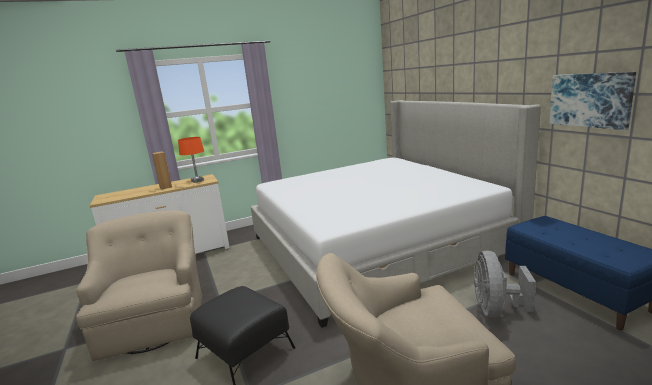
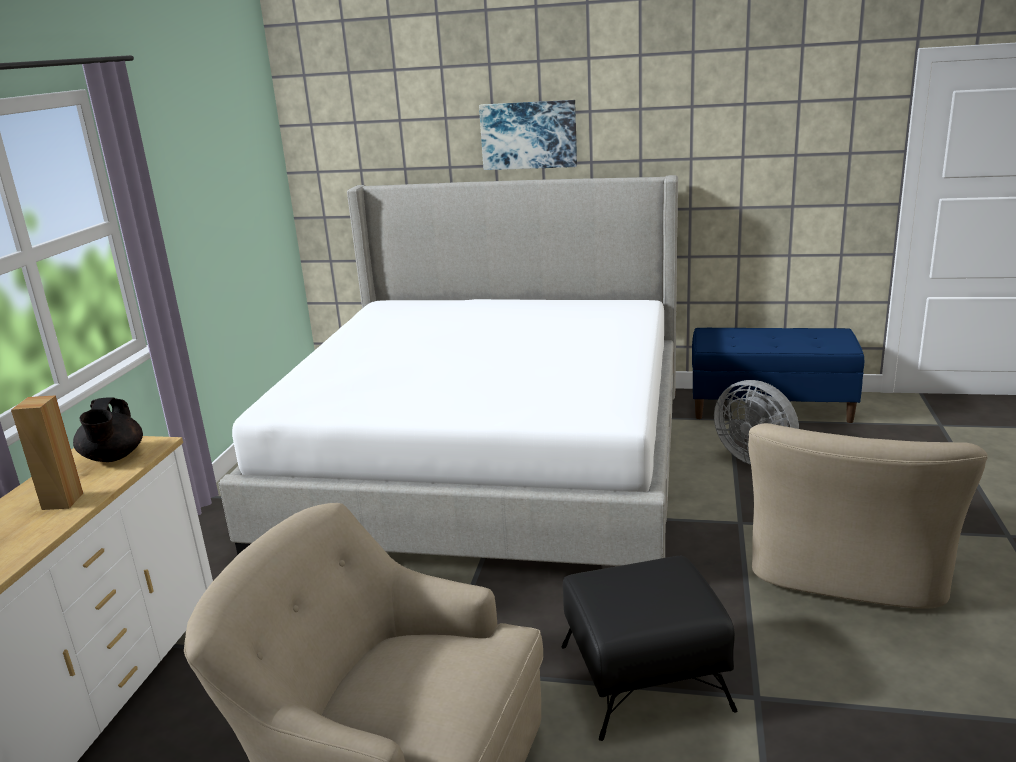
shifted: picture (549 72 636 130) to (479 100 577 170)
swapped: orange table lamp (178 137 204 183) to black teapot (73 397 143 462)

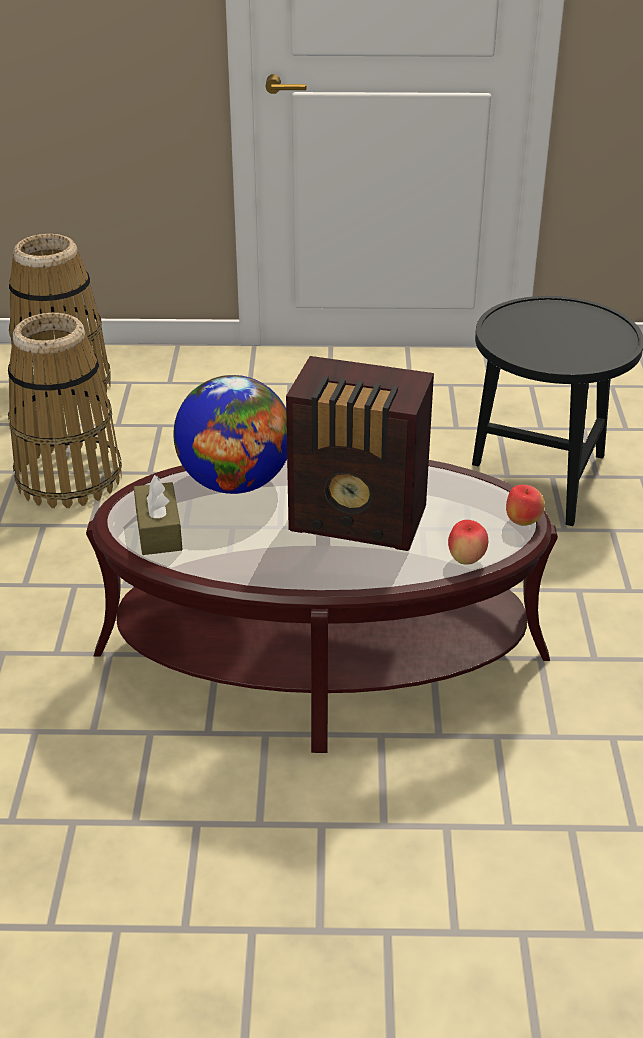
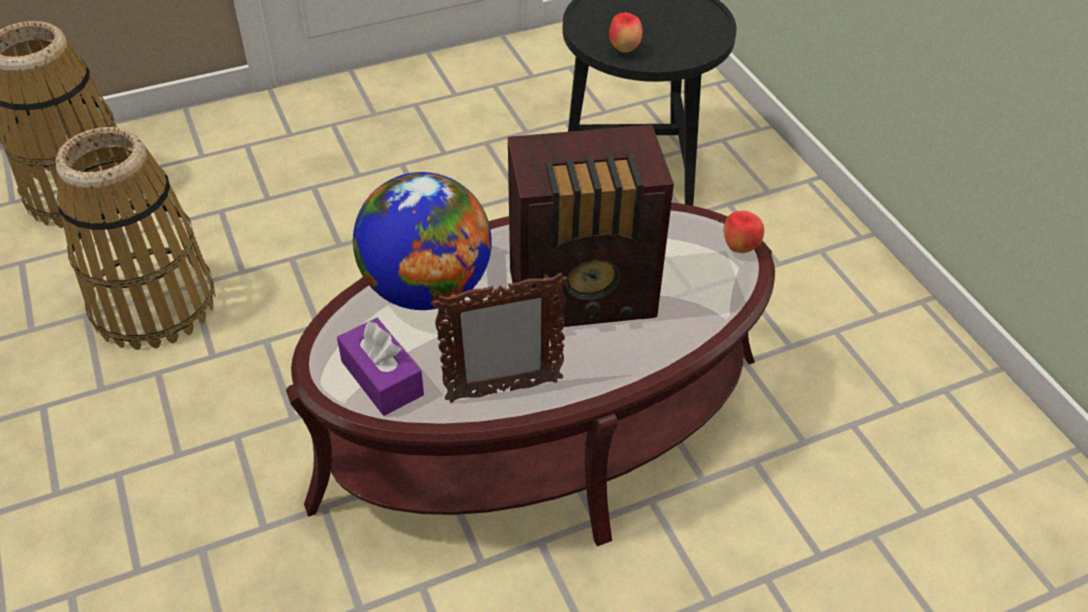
new: picture frame (433 273 567 403)
shifted: apple (448 520 488 565) to (609 13 642 53)
repainted: brown tissue box (134 475 182 555) to purple tissue box (337 318 424 416)

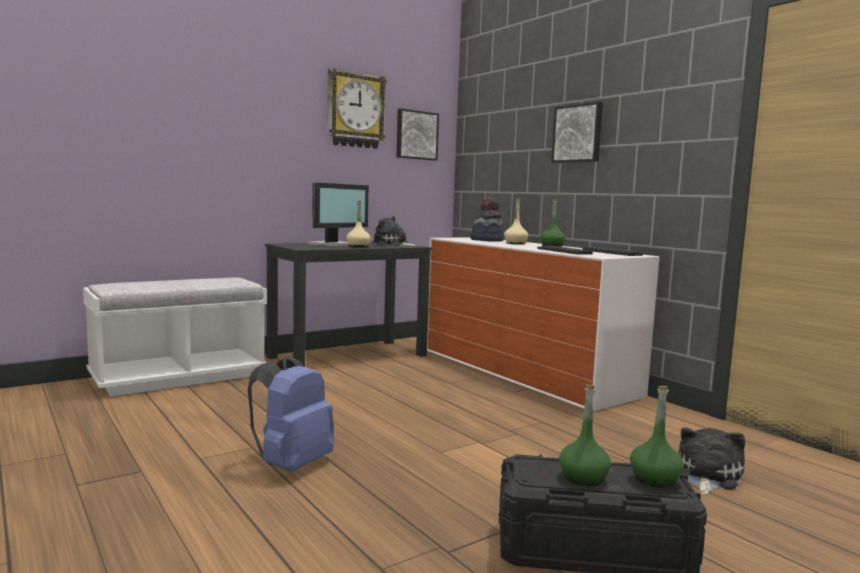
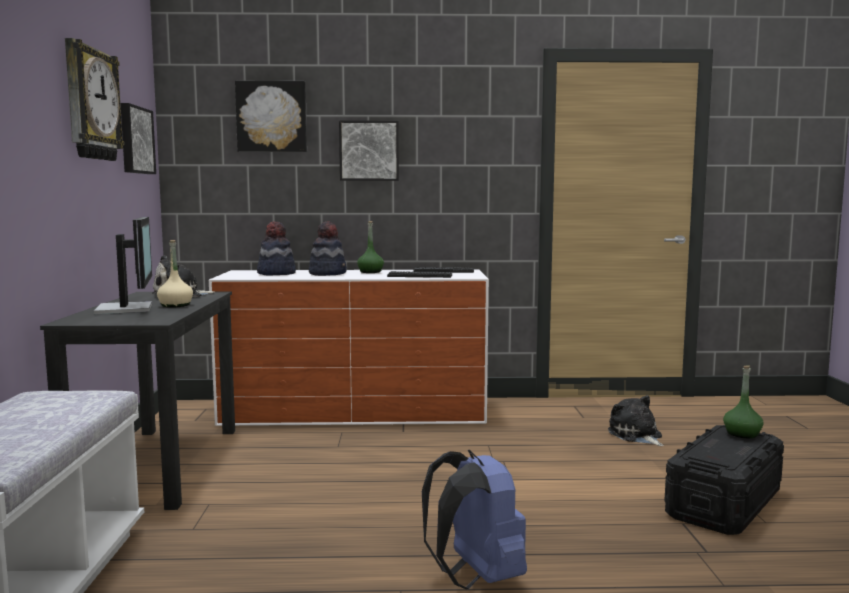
gone: green bottle (559 385 611 486)
new: picture (235 81 307 152)
swapped: beige bottle (504 197 528 245) to hat (309 222 347 276)

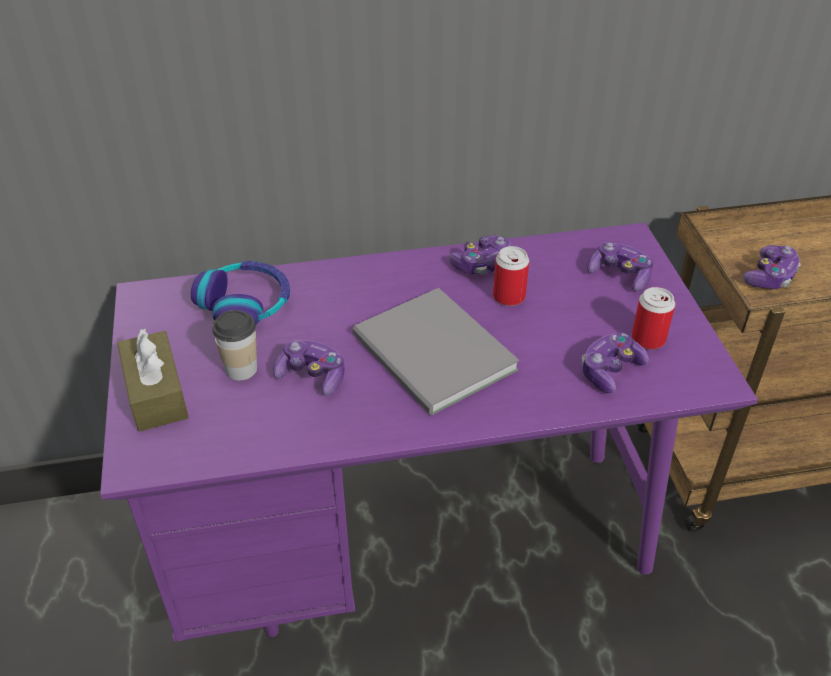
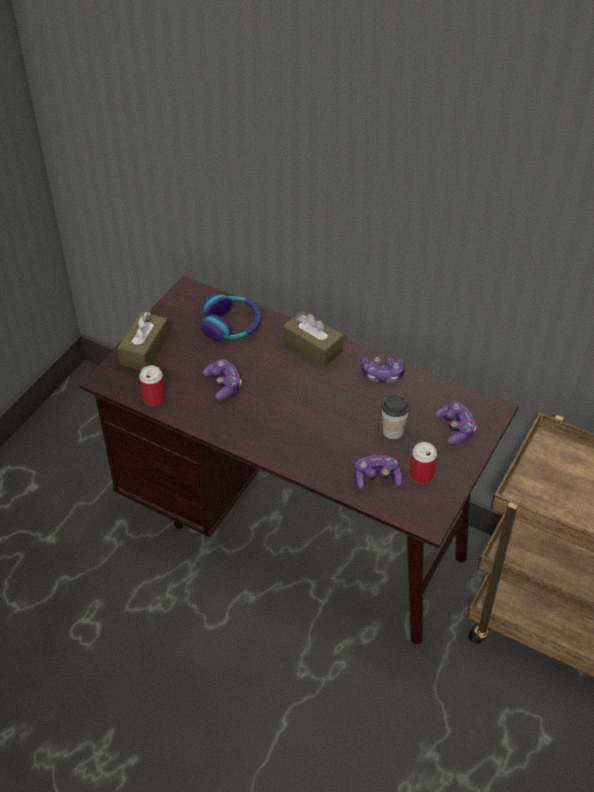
gone: game controller (743 245 801 289); grey book (353 288 519 415)
new: brown tissue box (283 311 344 367)
shifted: can (493 246 529 306) to (139 365 165 405); cup (212 310 257 380) to (382 395 410 439)
repainted: purple desk (100 223 758 642) to brown desk (79 276 518 645)

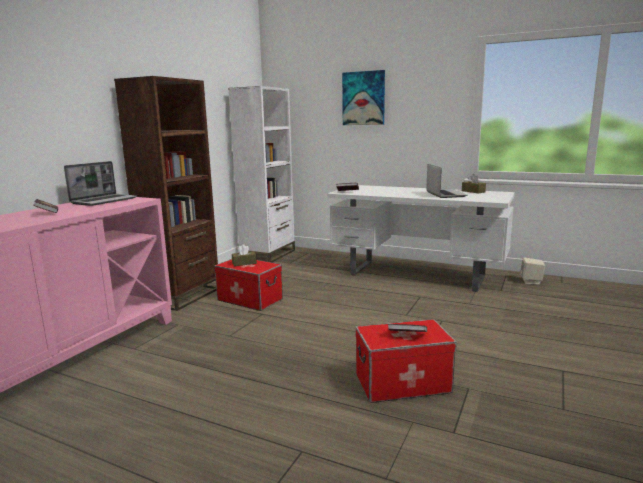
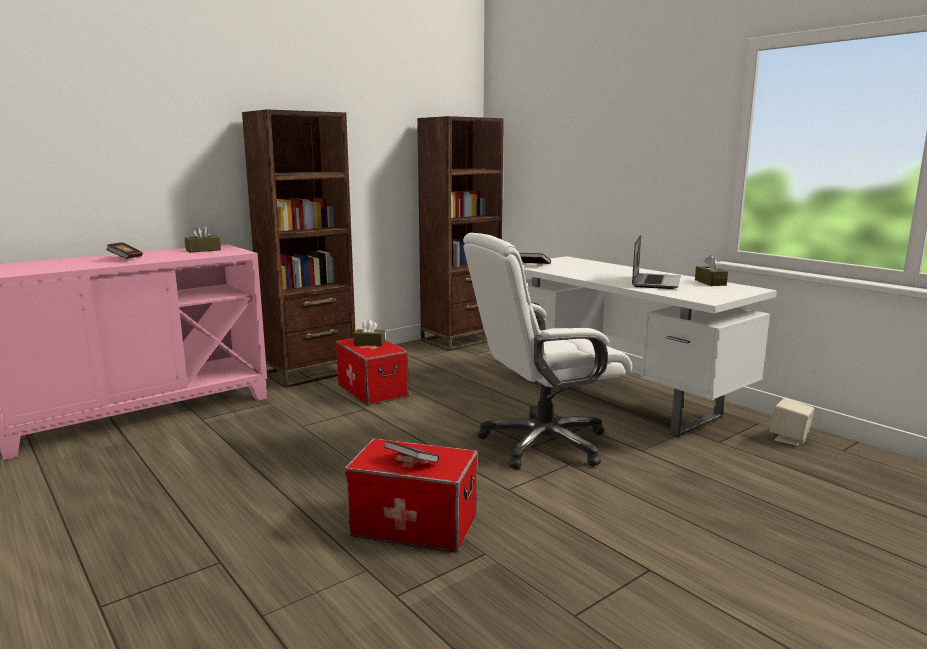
gone: picture (342 70 385 125)
new: white office chair (463 233 632 469)
swapped: laptop (64 161 137 206) to brown tissue box (185 224 221 253)
repainted: white bookcase (228 86 295 262) to brown bookcase (417 116 504 351)

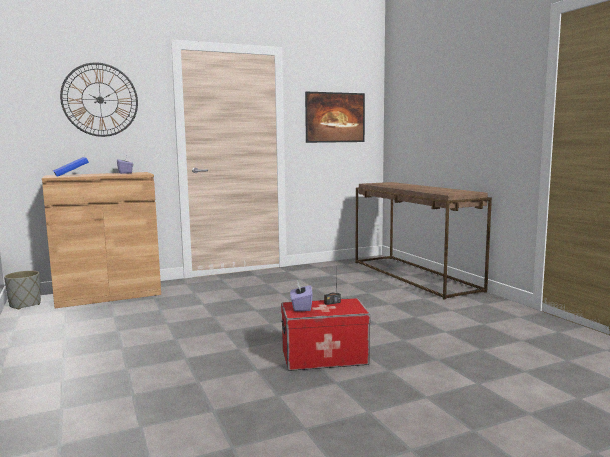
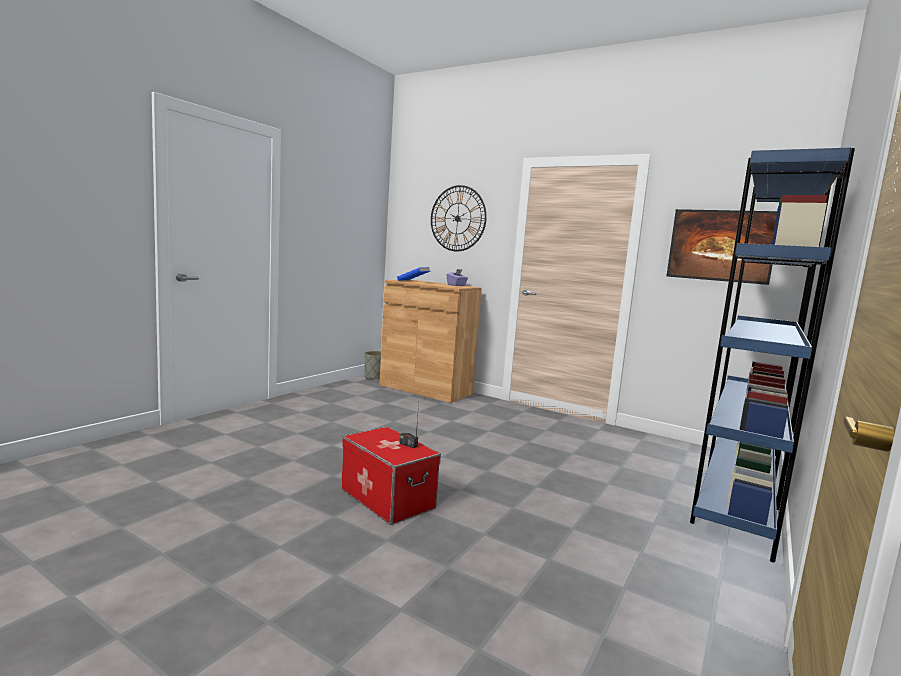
gone: purple tissue box (290 282 313 311)
swapped: brown console table (356 182 492 300) to blue bookcase (690 147 855 563)

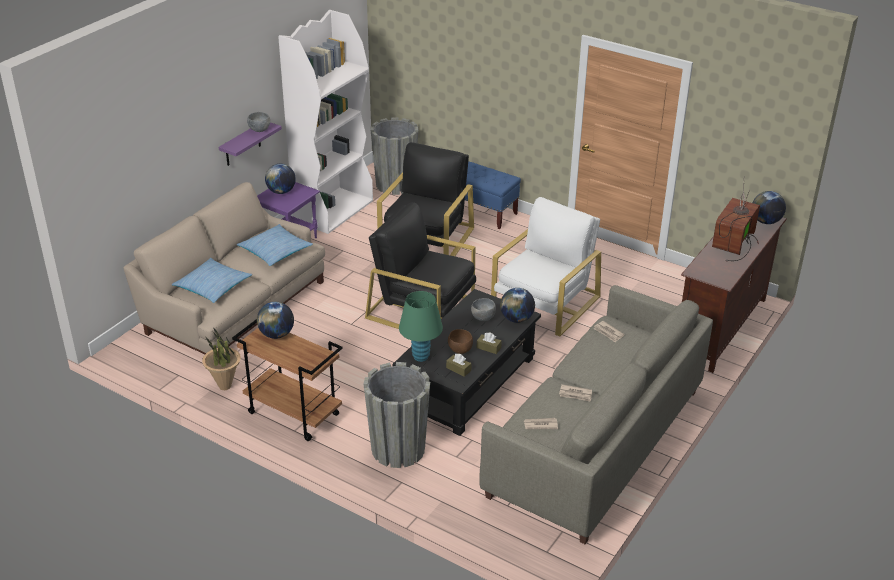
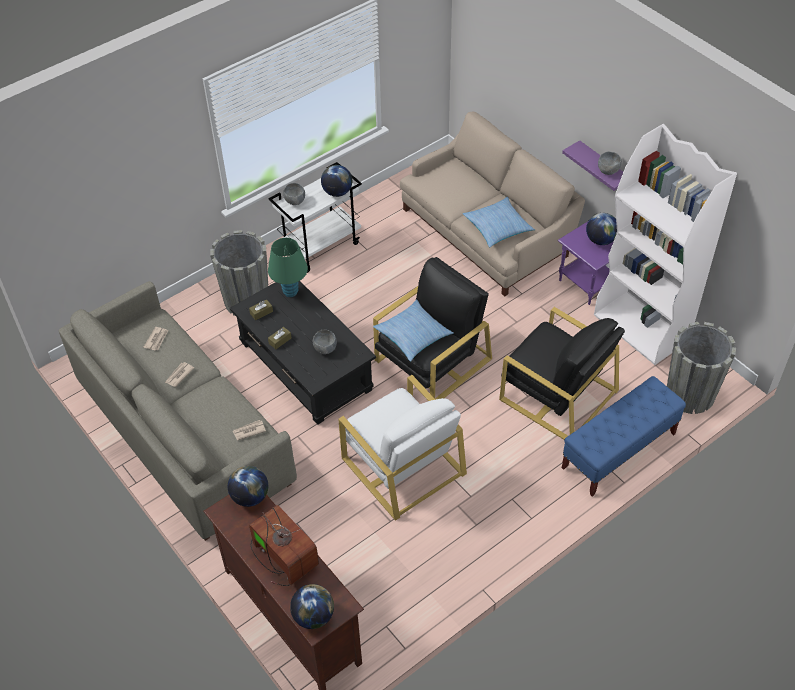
gone: potted plant (202 329 241 390); brown bowl (448 329 473 354)
new: grey bowl (283 183 305 205)
shifted: pillow (172 258 252 303) to (373 299 453 362); globe (500 288 535 323) to (228 466 268 507)
repainted: brown cart (232 319 343 441) to white cart (268 162 362 273)

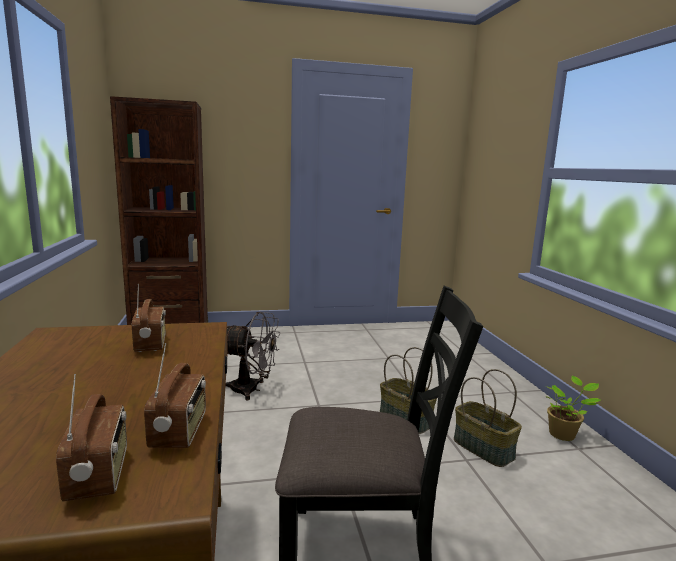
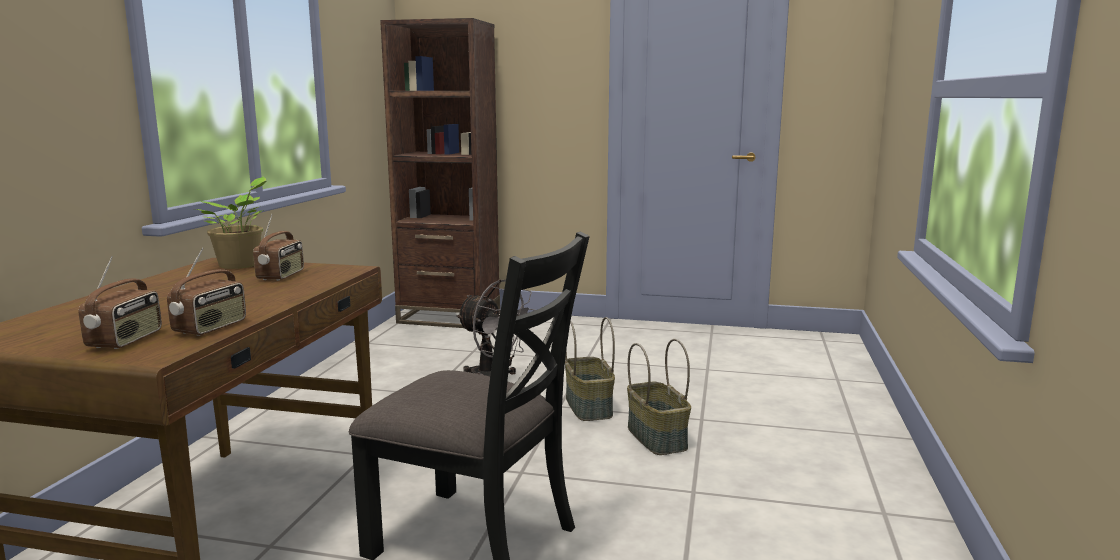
shifted: basket (454 369 522 467) to (565 317 615 421); potted plant (545 376 600 441) to (195 177 266 269)

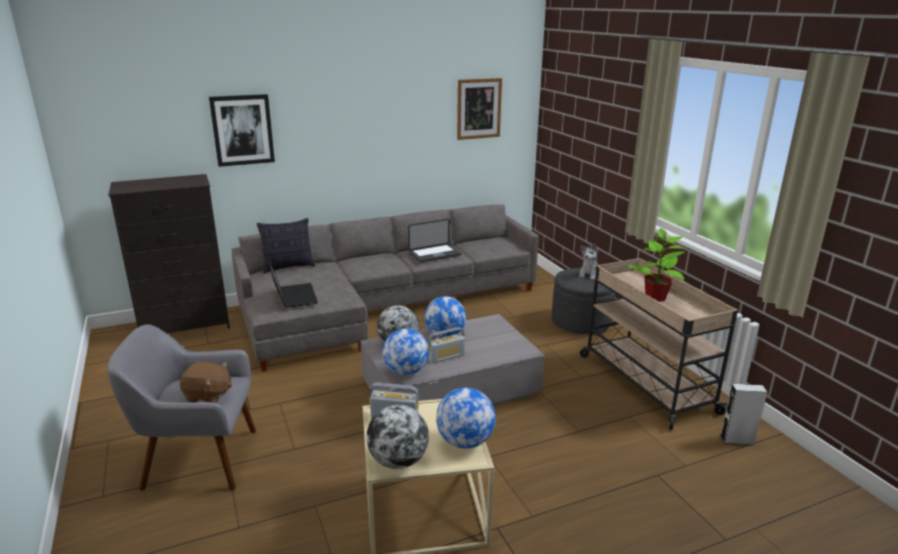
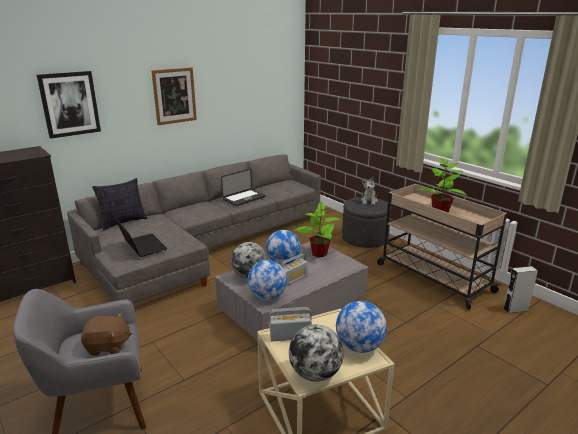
new: potted plant (294 202 341 257)
shifted: picture (457 78 502 140) to (151 67 197 125)

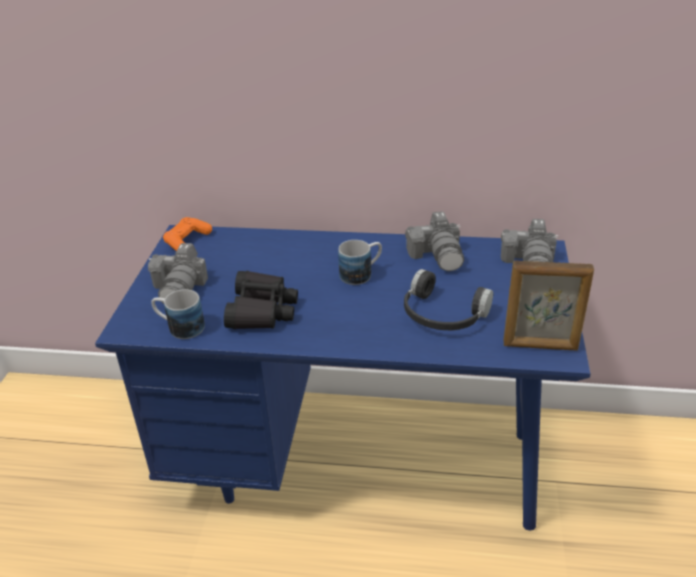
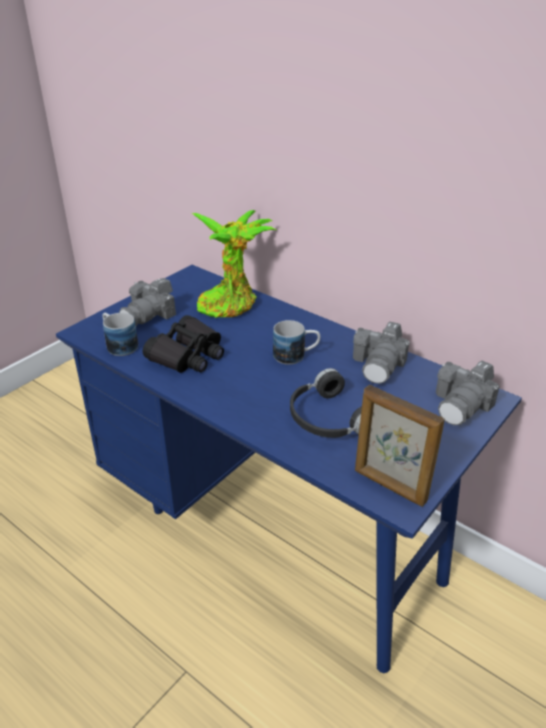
gone: orange game controller (163 217 212 251)
new: potted plant (192 210 276 318)

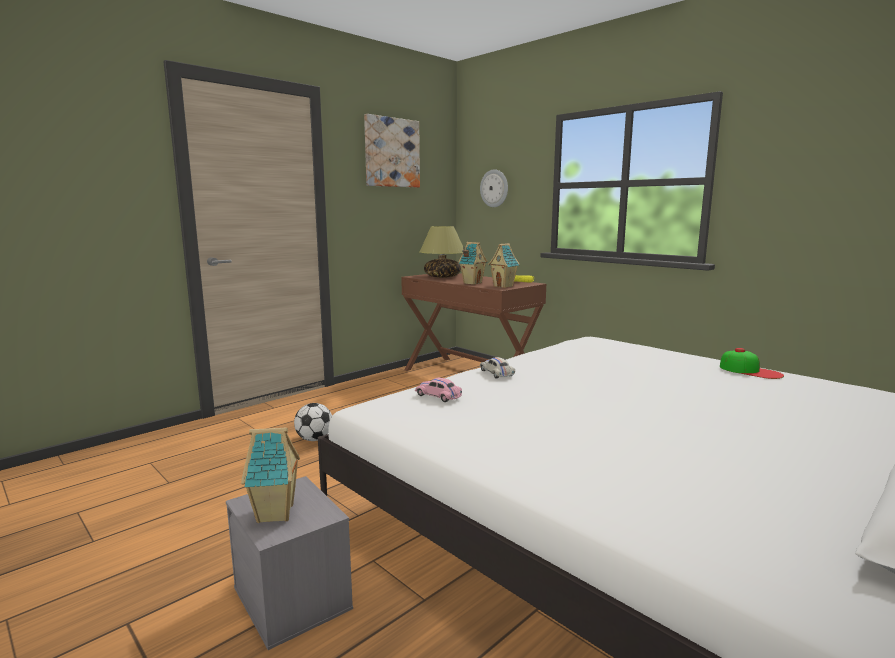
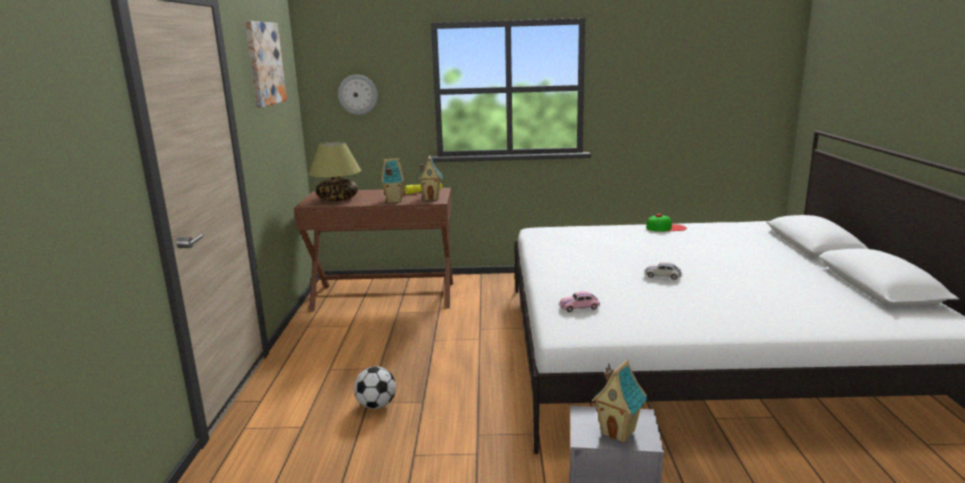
shifted: white toy car (480 357 515 379) to (644 262 682 280)

